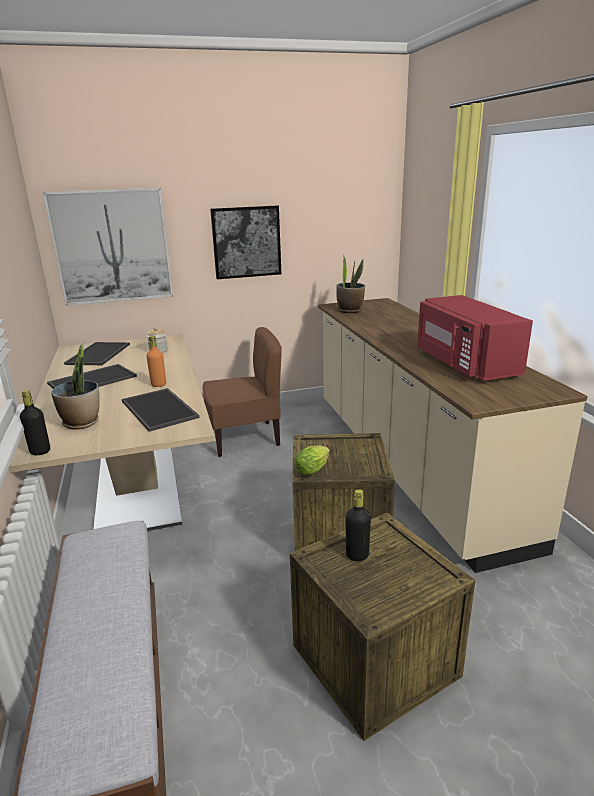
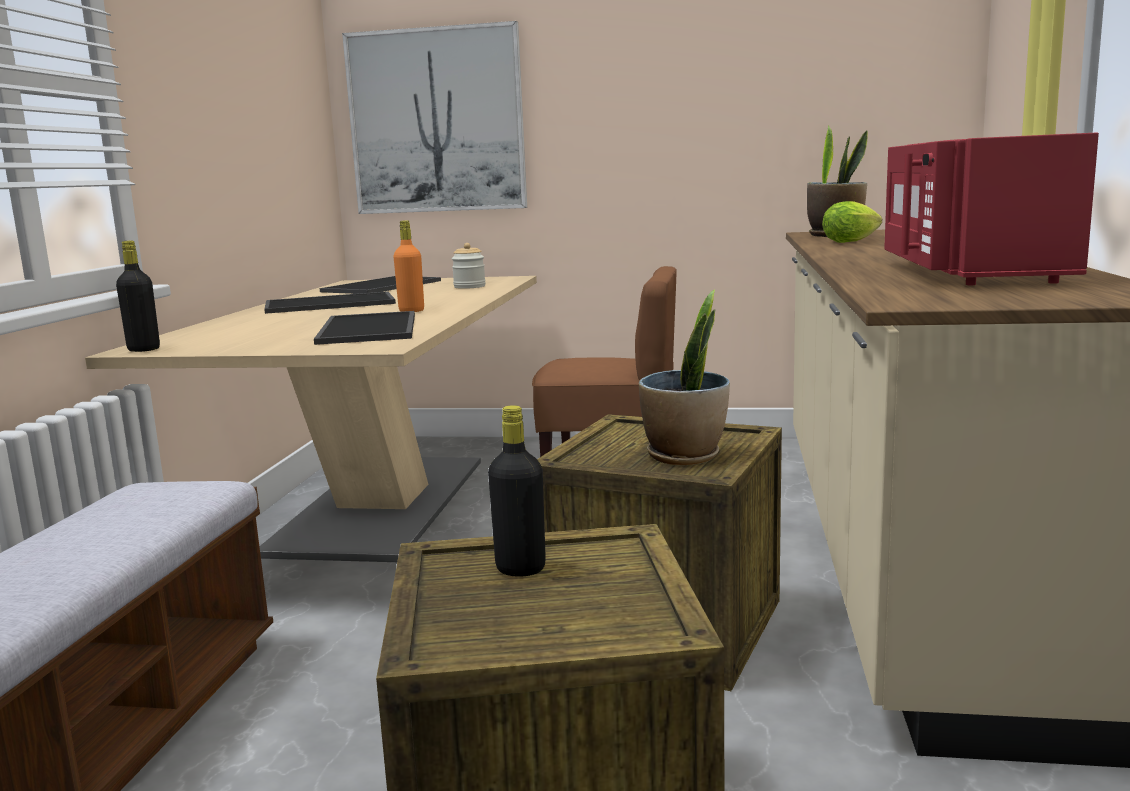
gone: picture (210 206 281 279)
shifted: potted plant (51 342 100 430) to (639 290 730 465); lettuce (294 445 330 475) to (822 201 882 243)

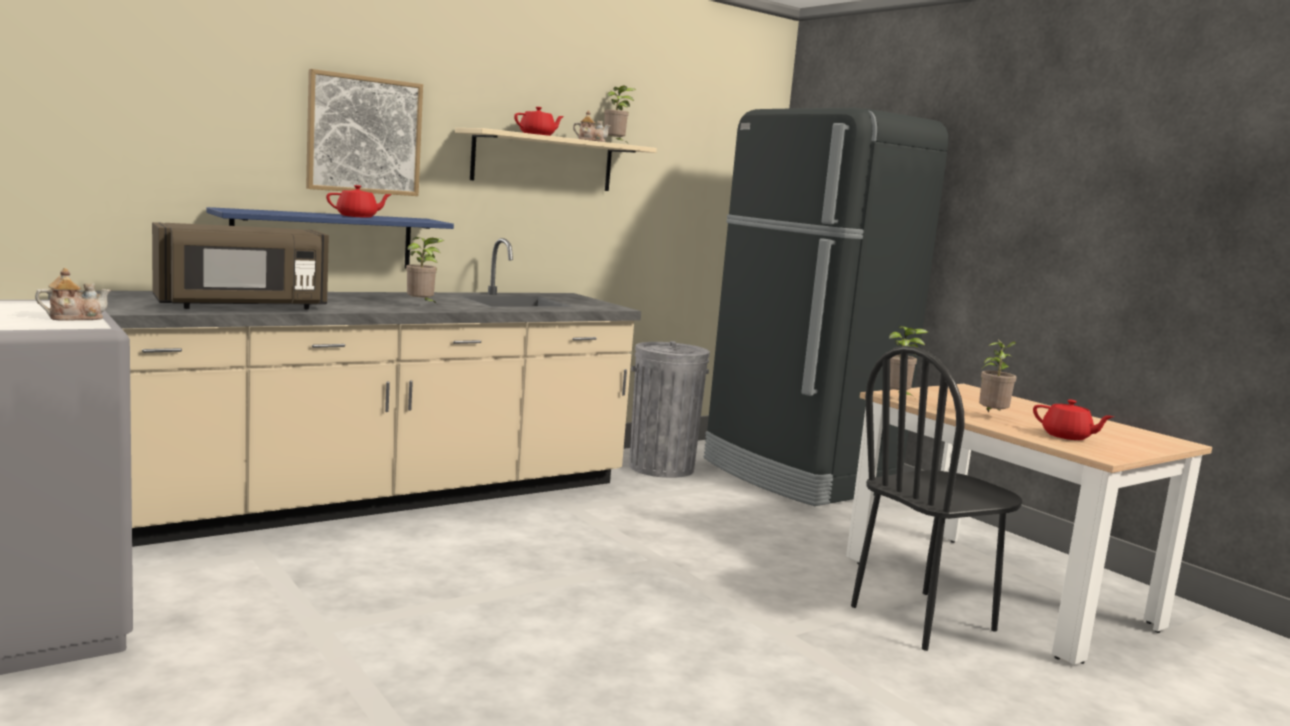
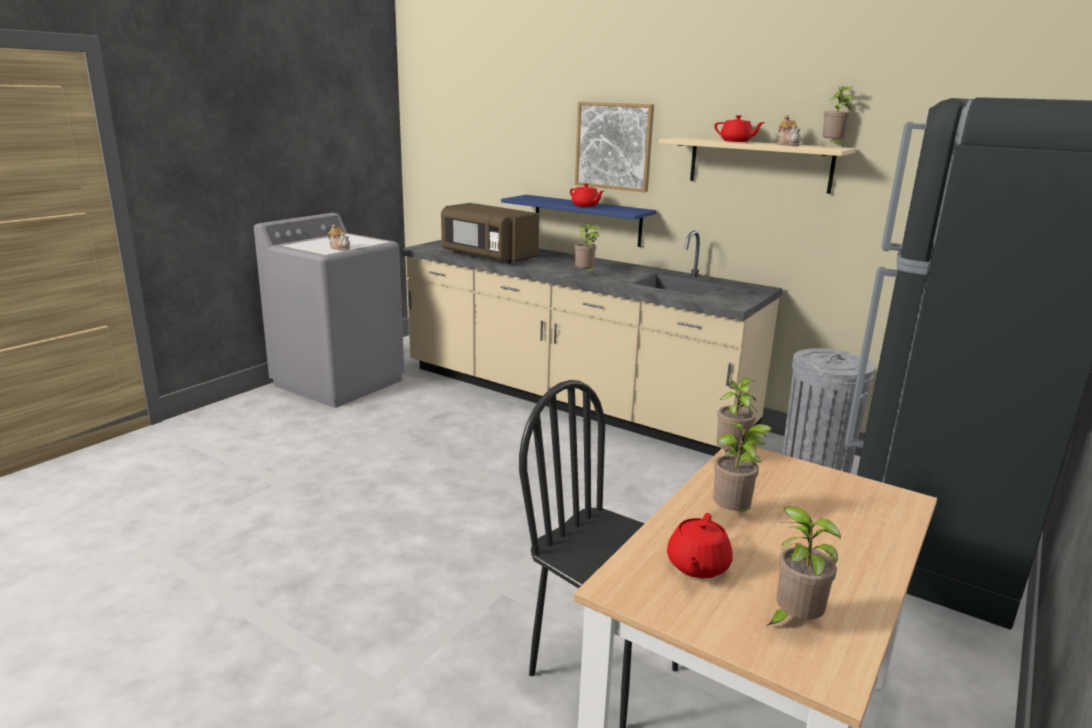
new: potted plant (767 506 841 626)

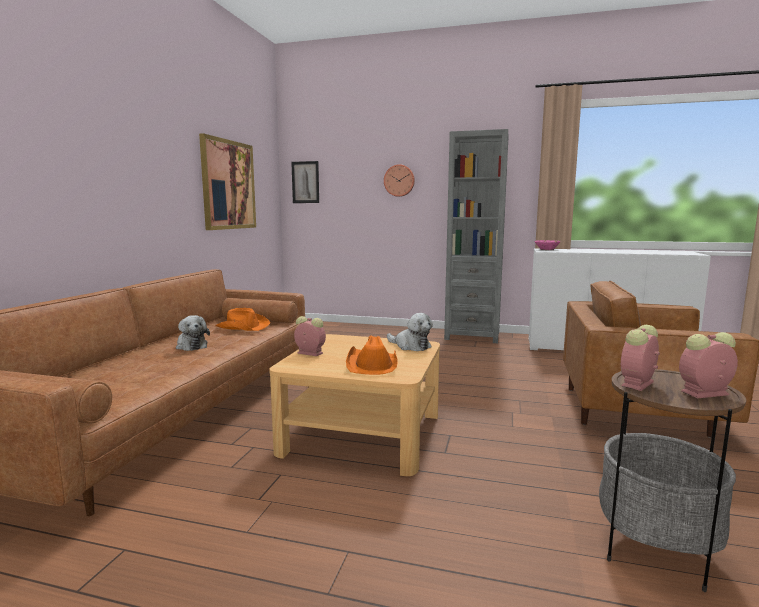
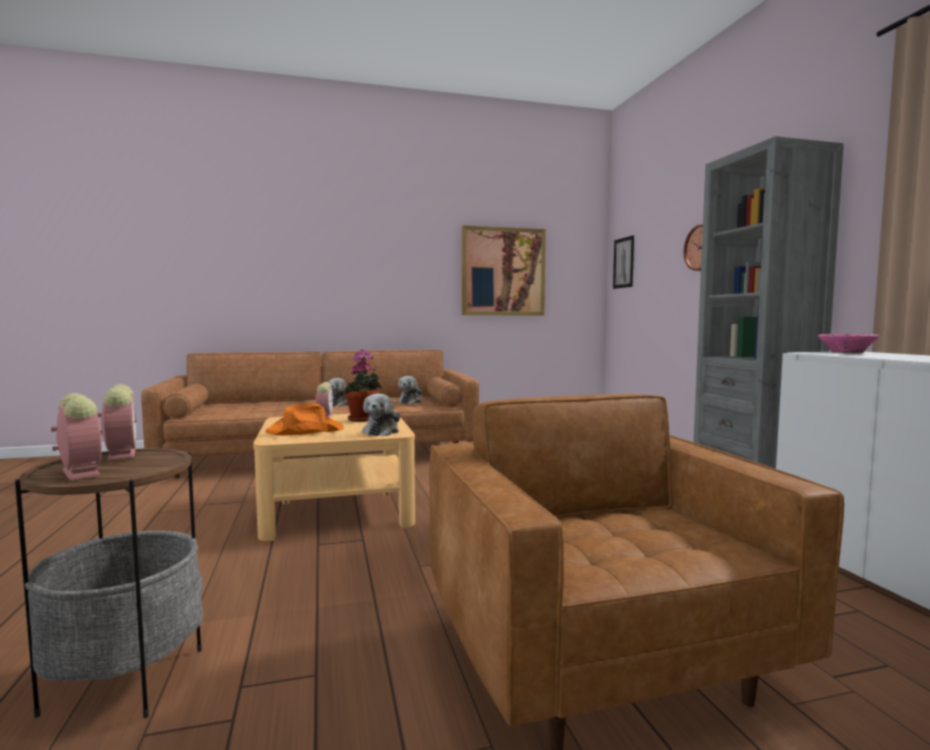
new: potted plant (344 349 382 422)
swapped: orange hat (215 308 270 331) to plush toy (398 376 422 404)
rotated: alarm clock (621 325 660 391) = (97 384 137 461) 45 degrees clockwise

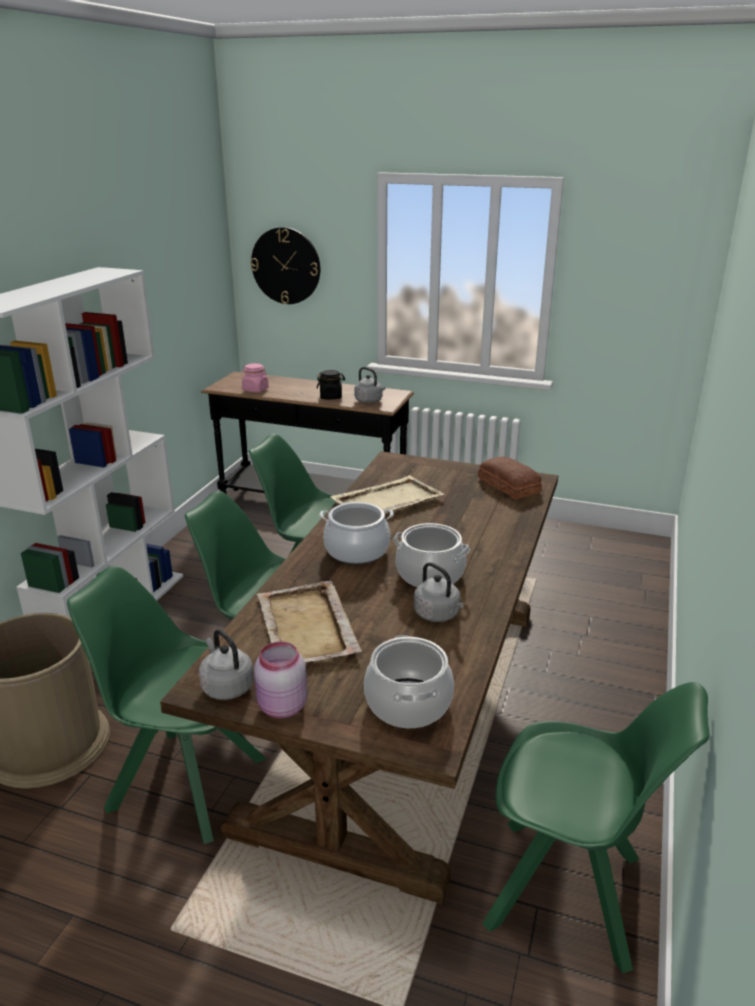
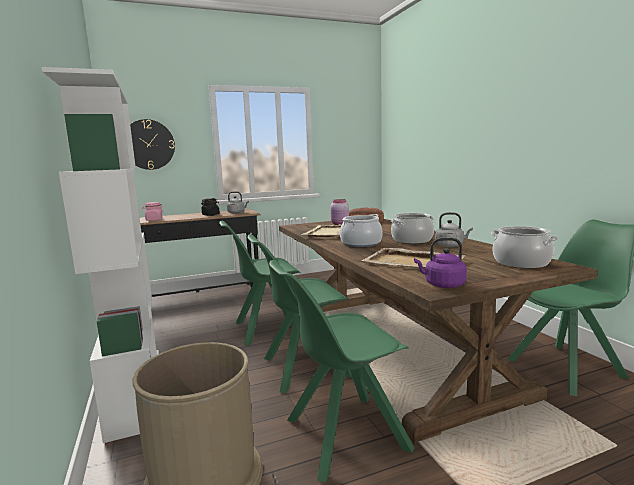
shifted: pink jar (254 641 307 718) to (330 199 349 225)
repainted: grey kettle (199 629 254 700) to purple kettle (414 237 467 288)

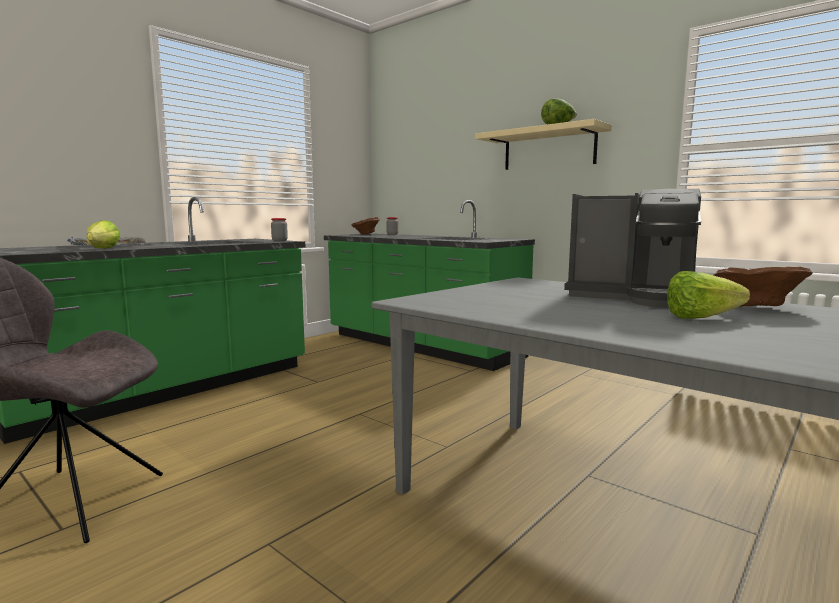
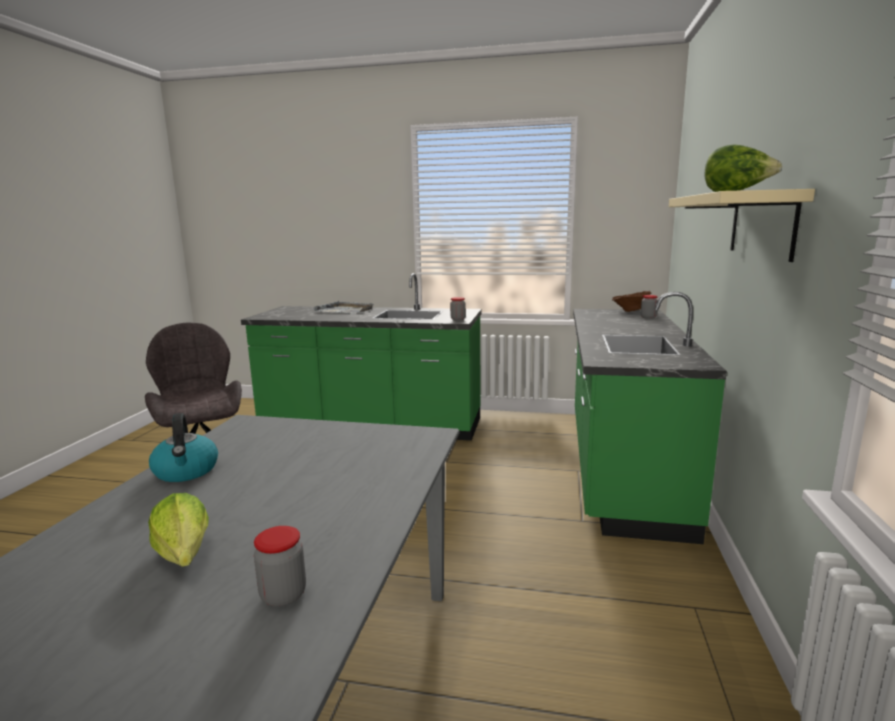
gone: coffee machine (564 189 701 308); lettuce (87 220 120 249)
new: kettle (149 413 218 482)
swapped: brown bowl (713 267 813 307) to jar (254 526 306 607)

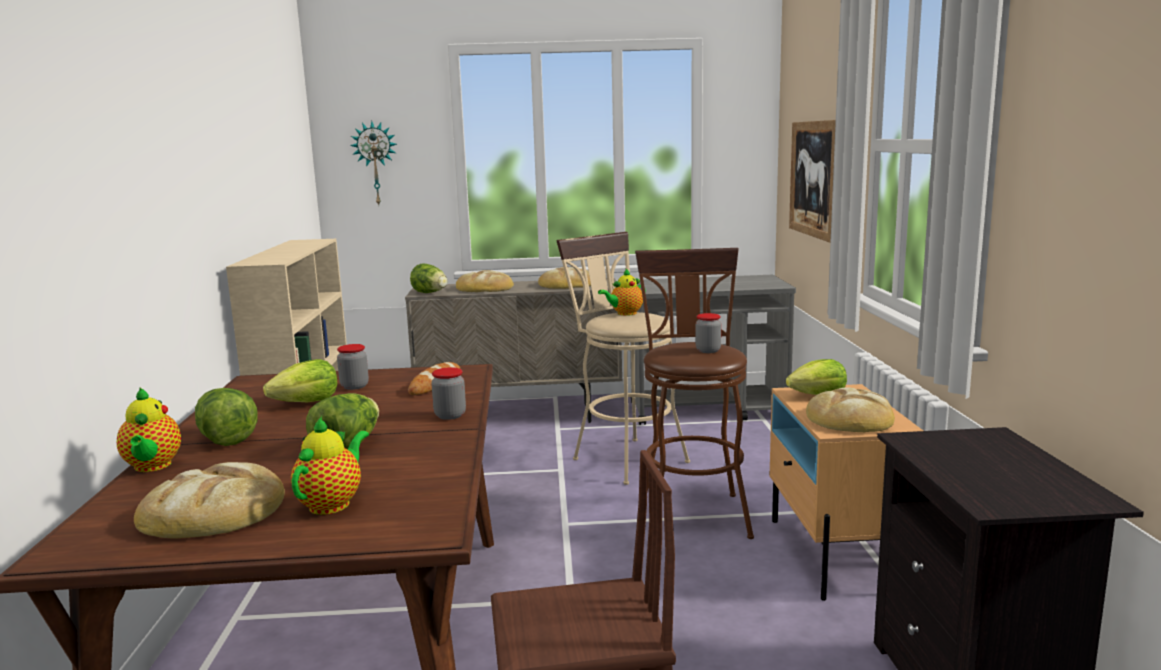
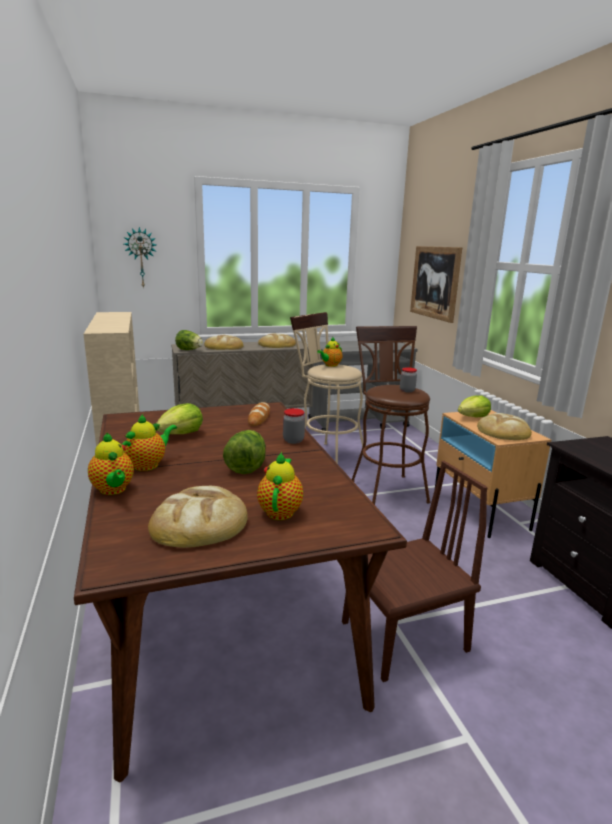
gone: jar (337 344 369 390)
swapped: lettuce (195 388 258 446) to teapot (121 414 177 471)

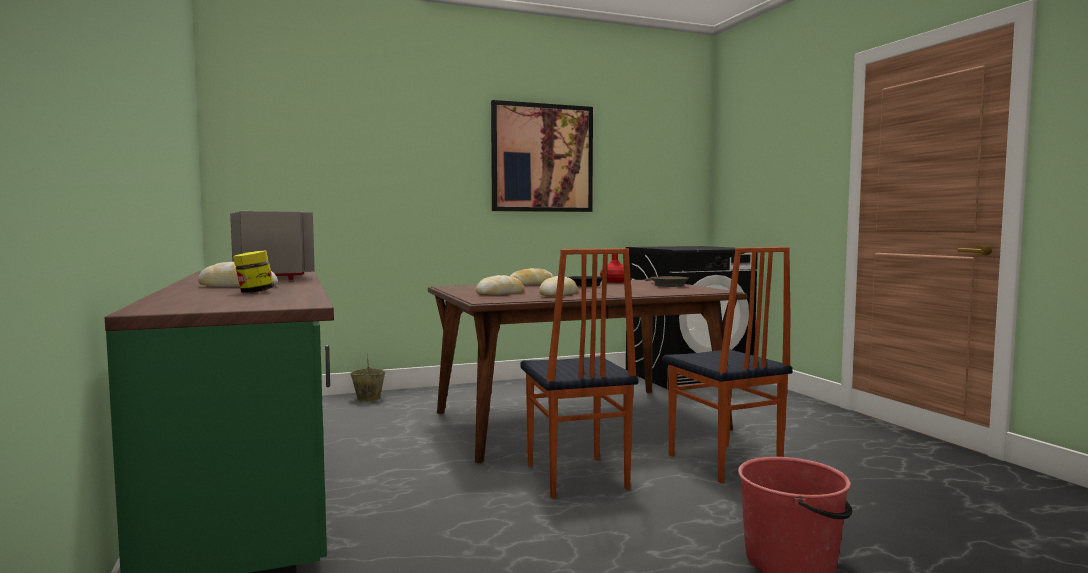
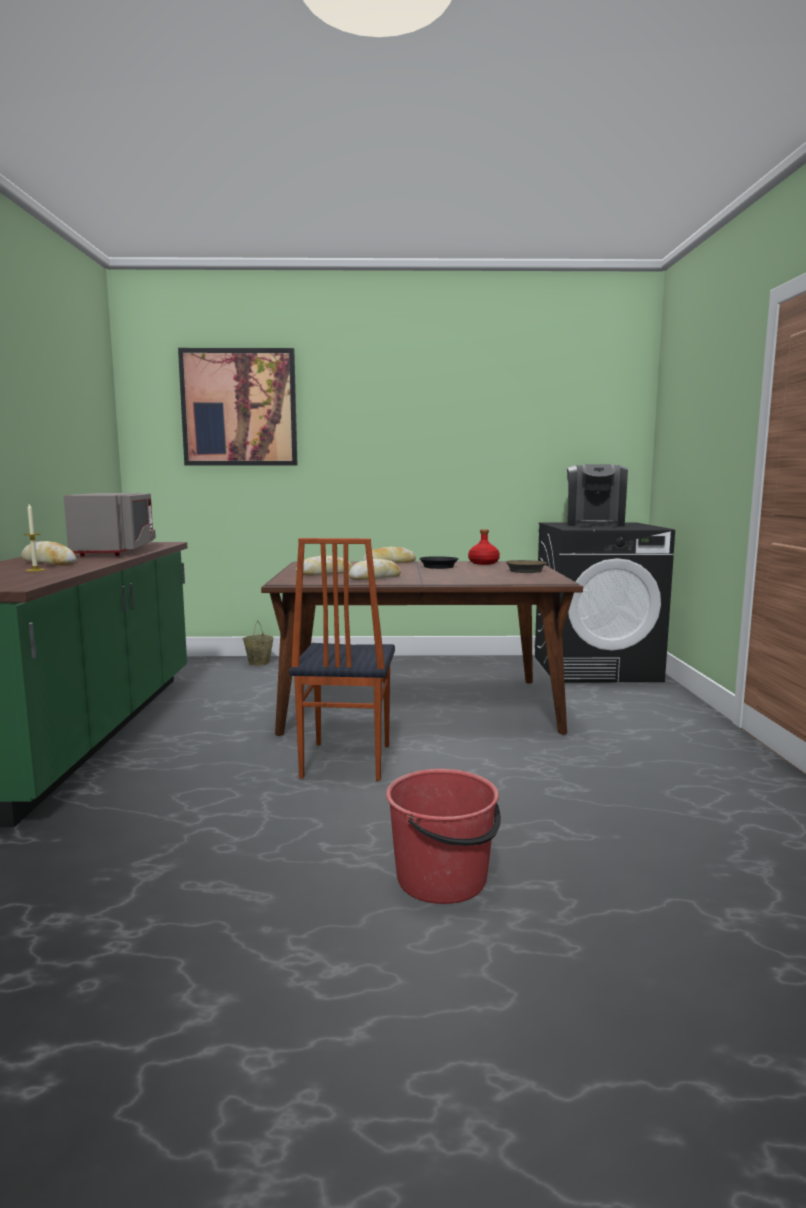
gone: chair (662 247 793 483)
new: coffee machine (567 464 628 527)
shifted: picture (491 100 593 212) to (178 348 297 466)
swapped: jar (233 250 274 293) to candle (24 504 45 571)

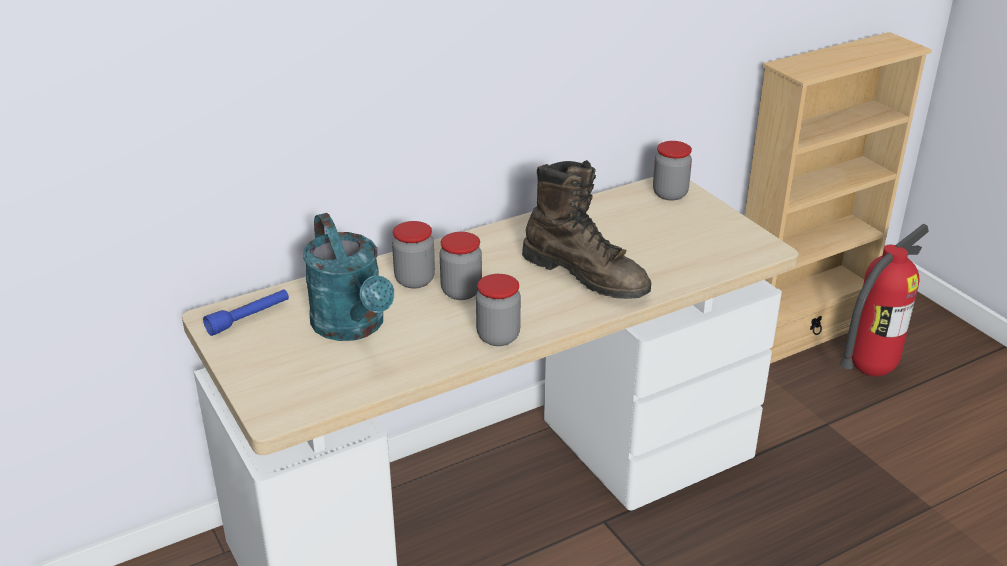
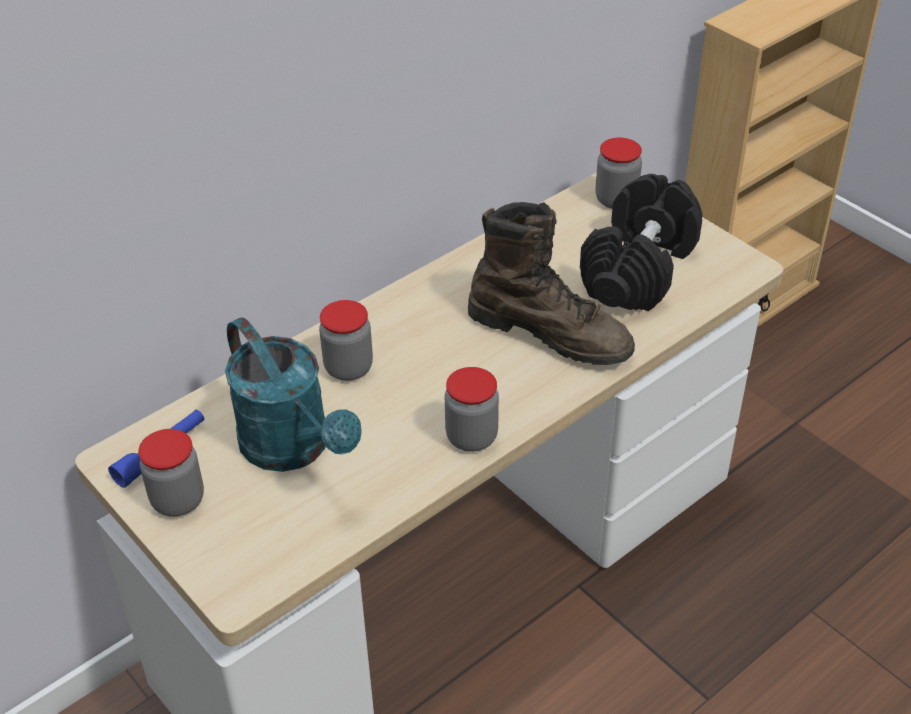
gone: fire extinguisher (839 224 929 376)
new: black dumbbell (580 174 703 311)
shifted: jar (439 232 482 300) to (138 429 204 517)

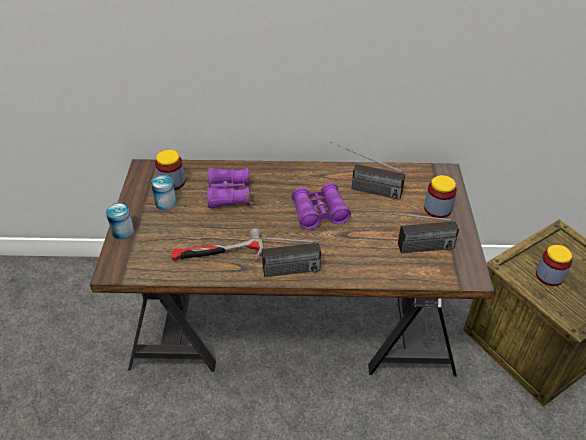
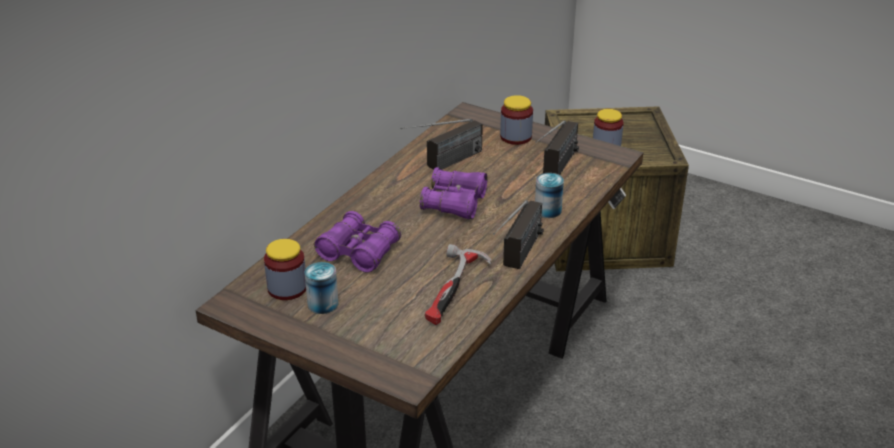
shifted: can (106 203 134 239) to (535 173 564 218)

